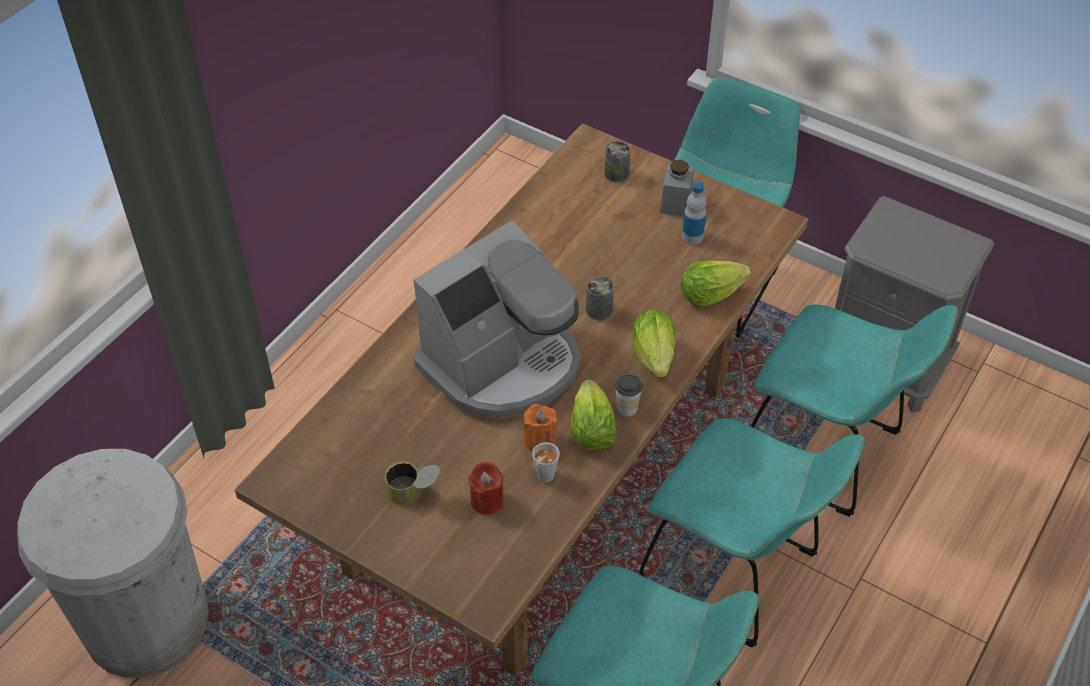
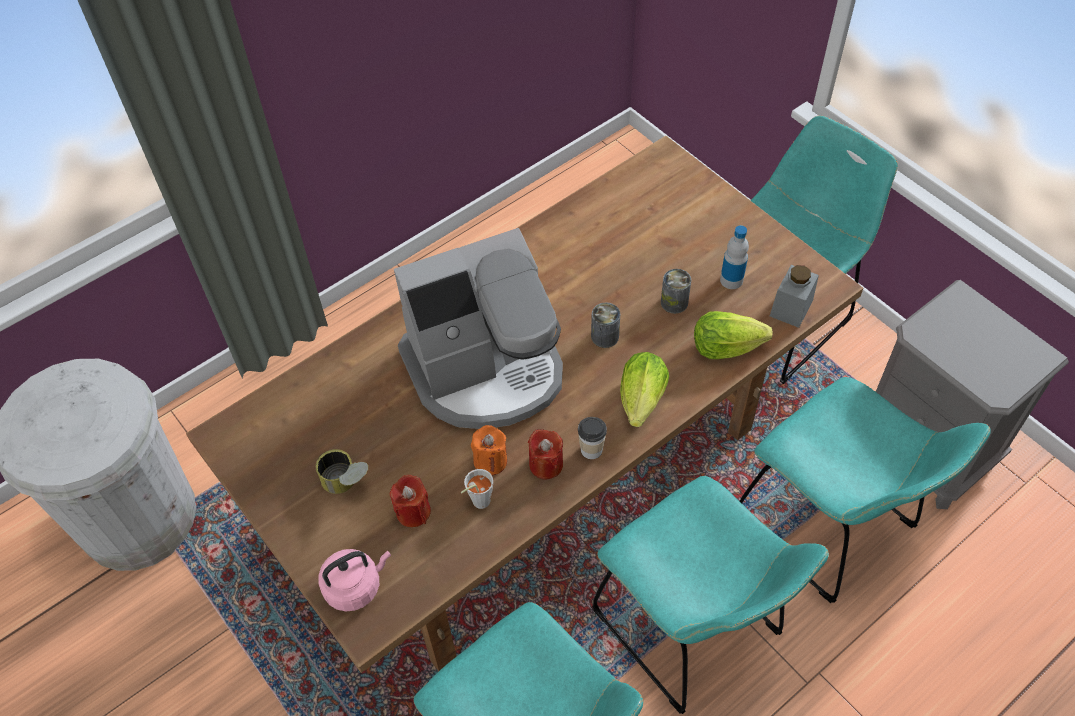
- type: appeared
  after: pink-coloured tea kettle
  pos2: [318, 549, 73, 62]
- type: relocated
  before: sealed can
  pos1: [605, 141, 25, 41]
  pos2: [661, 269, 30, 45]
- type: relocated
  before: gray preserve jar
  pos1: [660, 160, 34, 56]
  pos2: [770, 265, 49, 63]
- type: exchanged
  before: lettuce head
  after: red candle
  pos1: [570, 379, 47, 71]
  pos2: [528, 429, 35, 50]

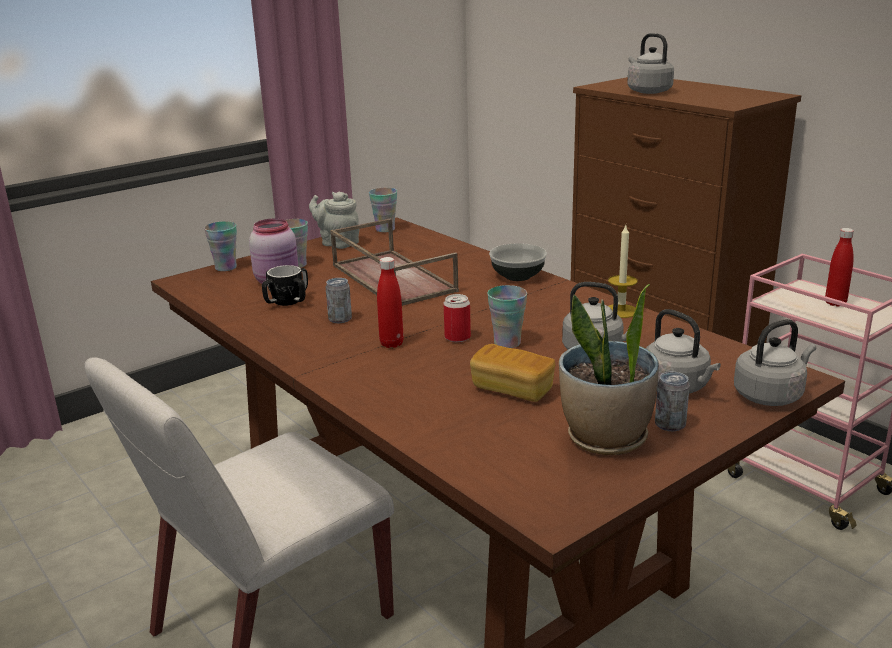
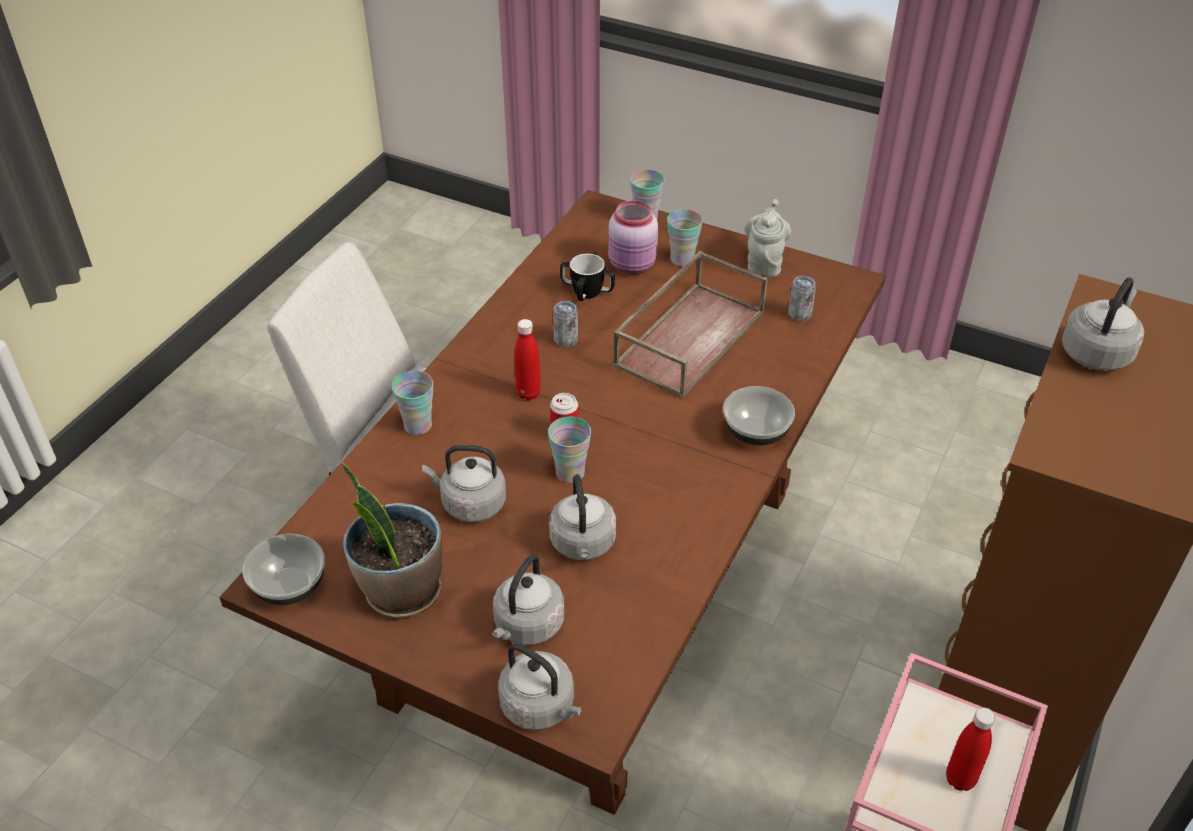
- type: missing
  before: candle
  pos1: [608, 225, 30, 93]
- type: appeared
  after: deep dish
  pos2: [243, 534, 82, 71]
- type: relocated
  before: cup
  pos1: [369, 188, 28, 44]
  pos2: [392, 371, 41, 64]
- type: relocated
  before: sealed can
  pos1: [655, 372, 35, 59]
  pos2: [788, 276, 28, 45]
- type: exchanged
  before: bread
  after: gray tea kettle
  pos1: [470, 344, 85, 58]
  pos2: [422, 445, 84, 77]

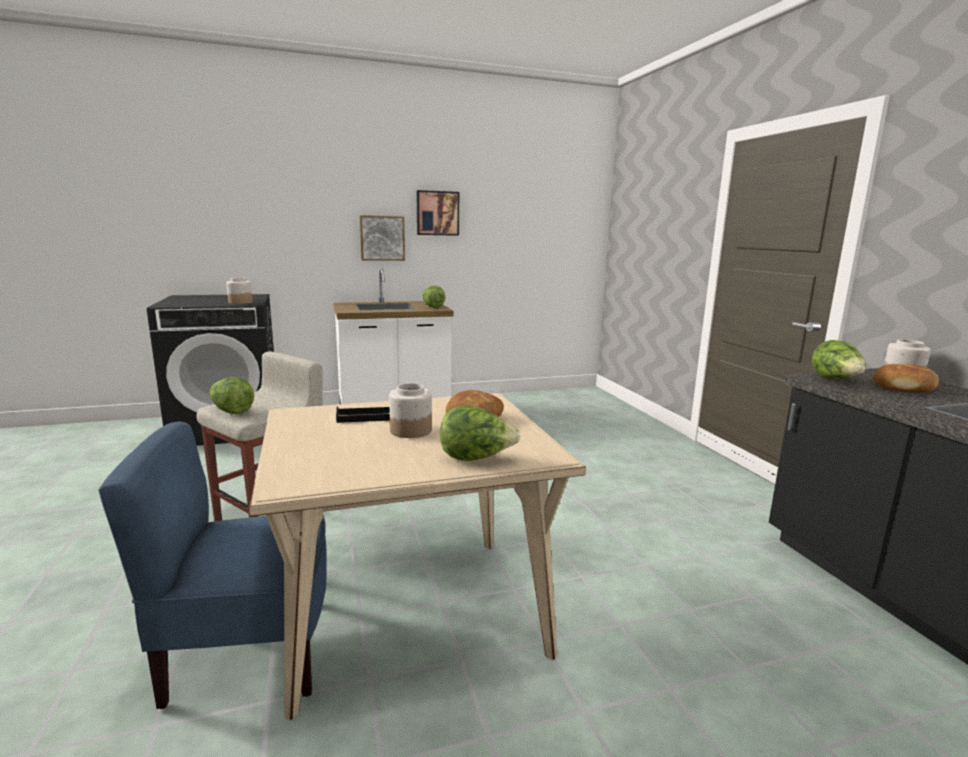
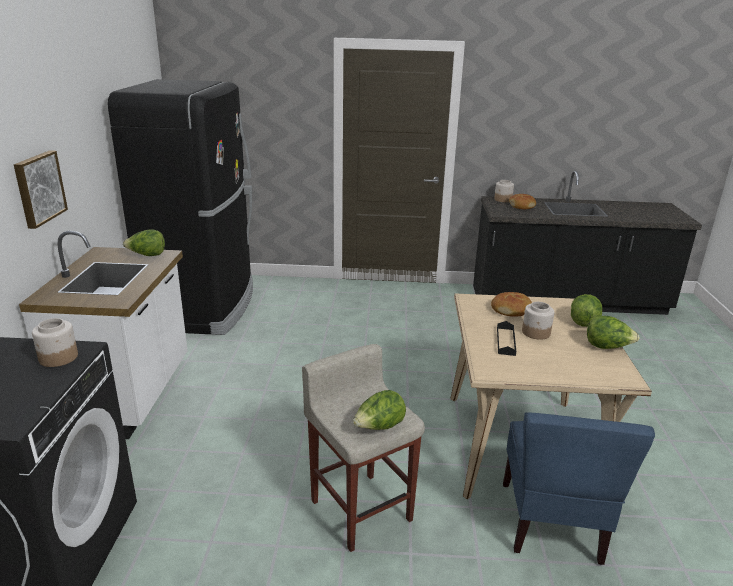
- type: missing
  before: wall art
  pos1: [417, 190, 42, 46]
- type: appeared
  after: black-coloured refrigerator
  pos2: [108, 79, 145, 256]
- type: relocated
  before: lettuce head
  pos1: [812, 340, 54, 40]
  pos2: [587, 316, 53, 33]

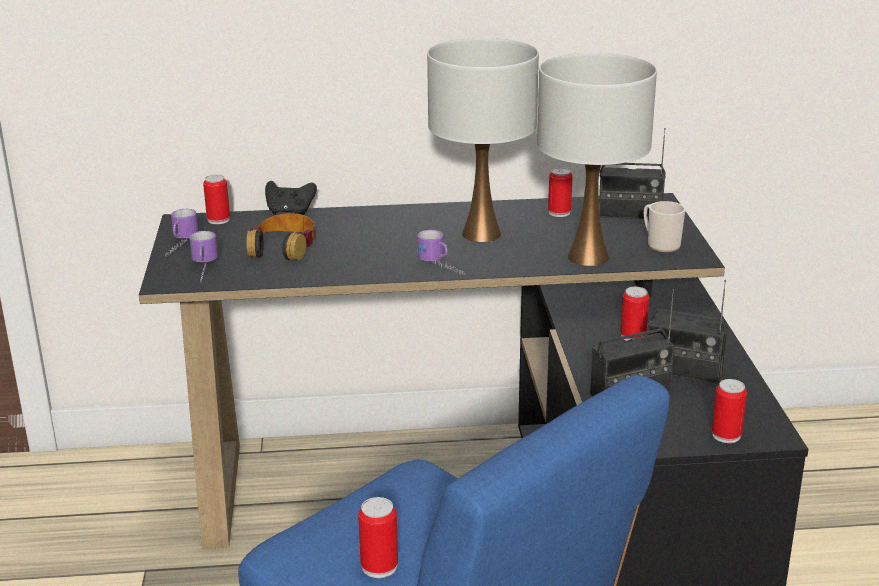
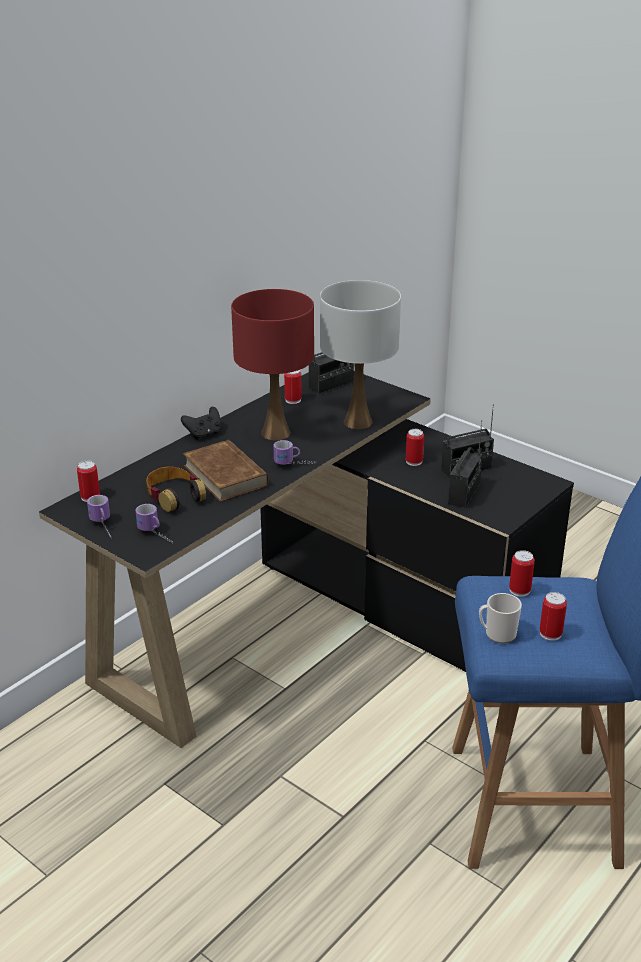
- type: appeared
  after: brown-coloured volume
  pos2: [183, 440, 86, 62]
- type: relocated
  before: black-coloured gamepad
  pos1: [265, 181, 52, 34]
  pos2: [181, 407, 40, 33]
- type: relocated
  before: mug
  pos1: [644, 201, 42, 51]
  pos2: [479, 593, 43, 51]
- type: relocated
  before: sealed can
  pos1: [712, 379, 35, 64]
  pos2: [509, 550, 26, 47]
- type: colour
  before: white lamp for a table
  after: red lamp for a table
  pos1: [427, 38, 112, 204]
  pos2: [231, 289, 83, 151]

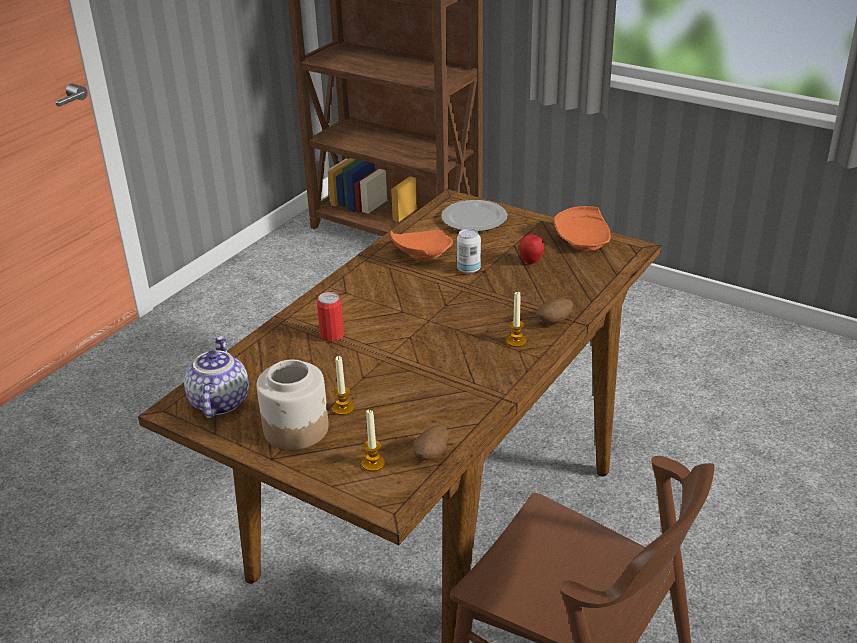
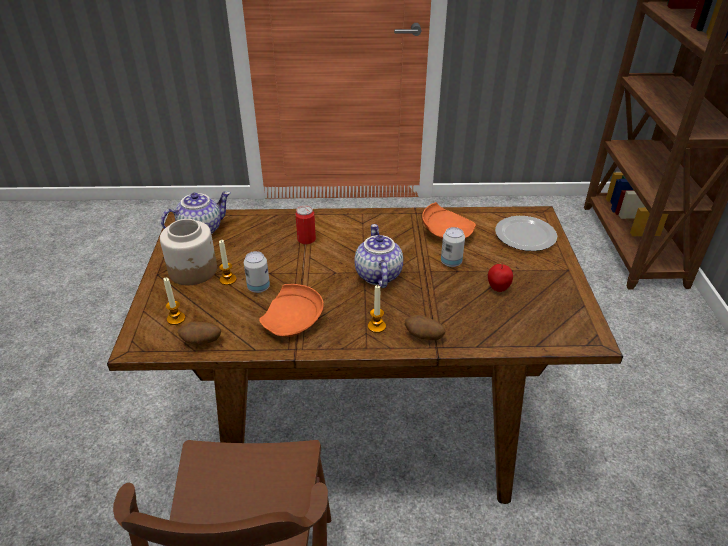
- type: appeared
  after: sealed can
  pos2: [244, 251, 26, 42]
- type: appeared
  after: tea pot
  pos2: [355, 224, 48, 64]
- type: relocated
  before: orange plate
  pos1: [553, 206, 58, 45]
  pos2: [259, 284, 65, 53]

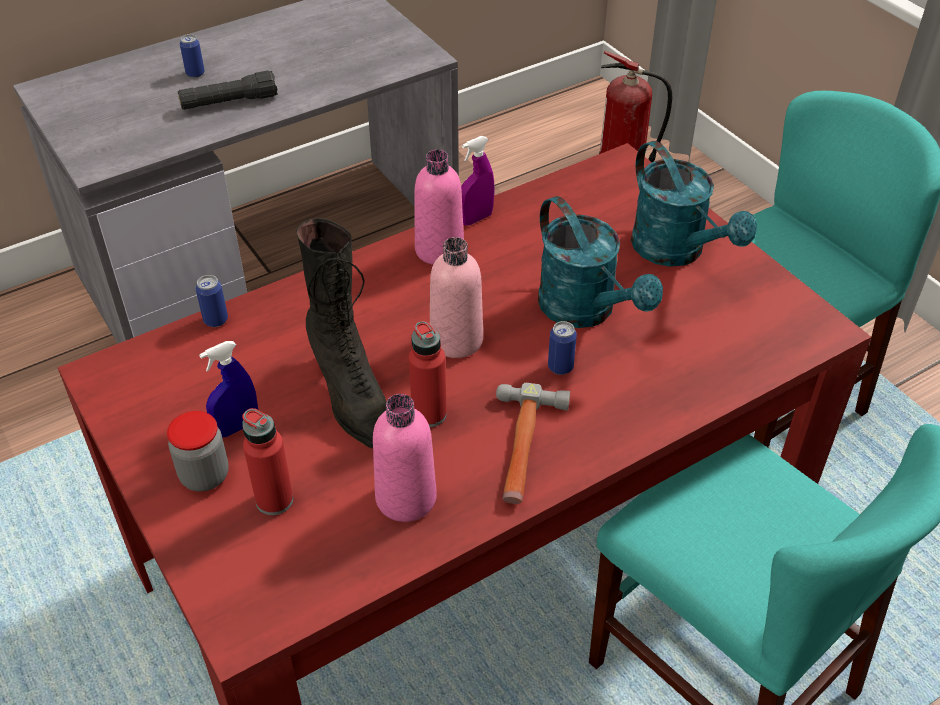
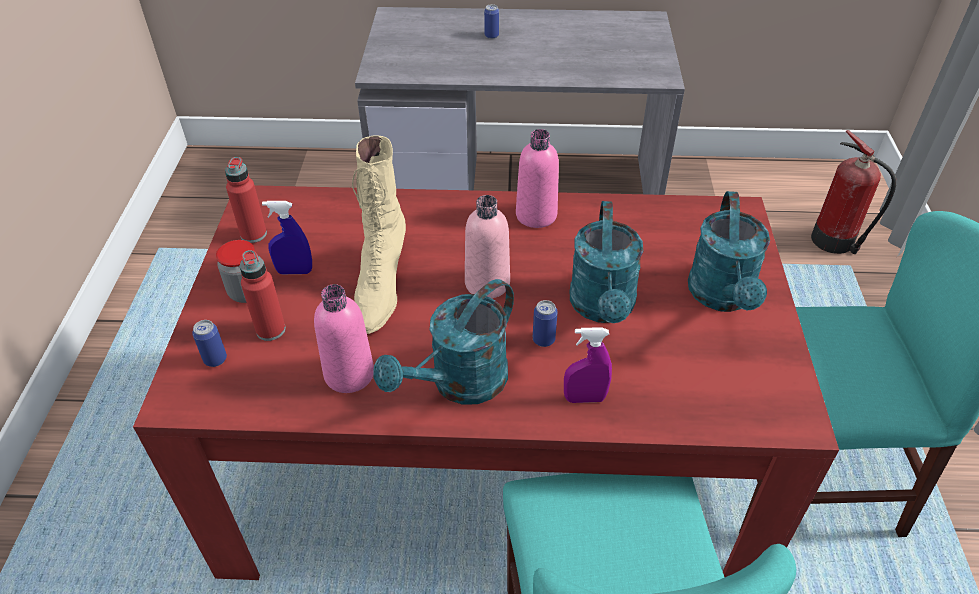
- type: missing
  before: black-coloured torch
  pos1: [178, 70, 100, 40]
- type: relocated
  before: sealed can
  pos1: [196, 275, 32, 52]
  pos2: [192, 320, 35, 47]
- type: relocated
  before: red drink bottle
  pos1: [409, 321, 38, 106]
  pos2: [225, 157, 42, 86]
- type: relocated
  before: purple-coloured sprayer
  pos1: [461, 136, 34, 90]
  pos2: [564, 327, 48, 76]
- type: exchanged
  before: hammer
  after: turquoise-coloured watering can
  pos1: [496, 383, 74, 121]
  pos2: [373, 279, 141, 126]
- type: colour
  before: black-coloured high-top boot
  after: sand-coloured high-top boot
  pos1: [296, 218, 90, 231]
  pos2: [352, 135, 54, 199]

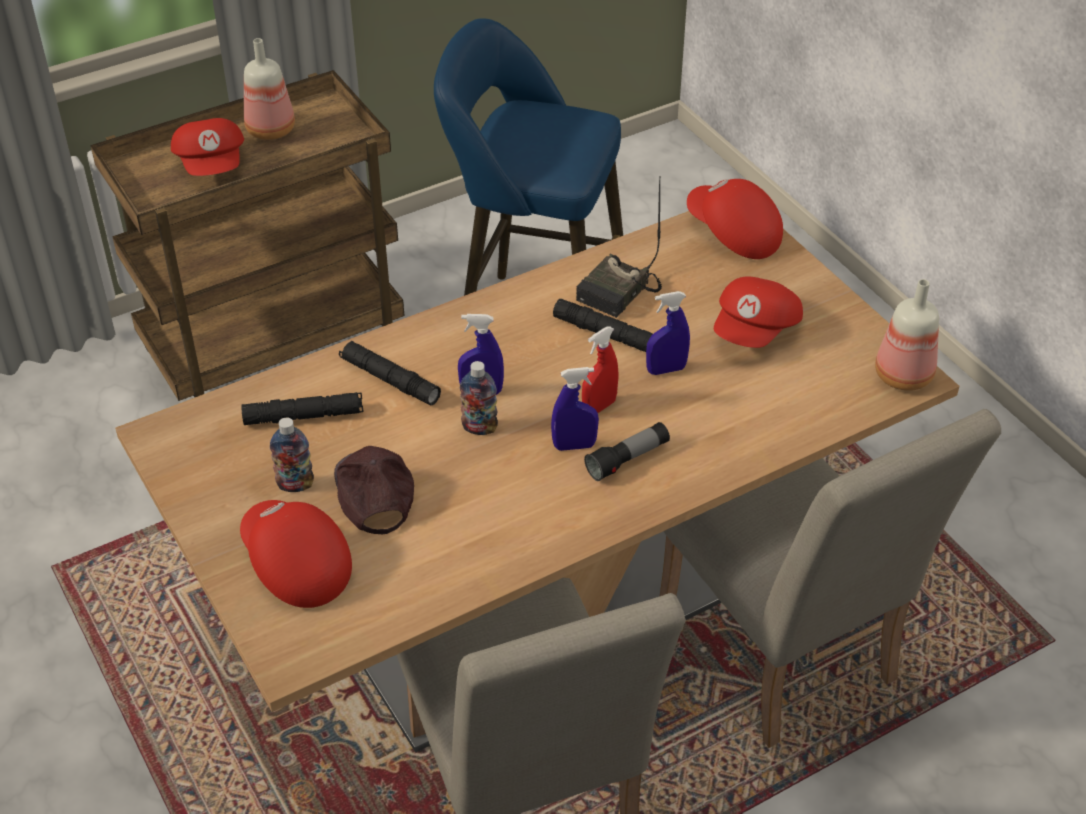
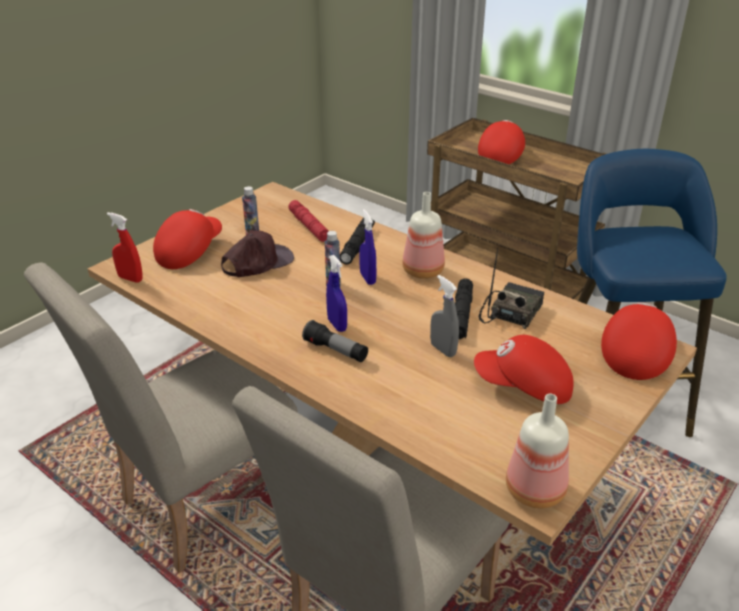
- type: relocated
  before: drink bottle
  pos1: [244, 38, 51, 102]
  pos2: [402, 192, 43, 87]
- type: relocated
  before: red sprayer
  pos1: [582, 326, 36, 87]
  pos2: [107, 212, 36, 71]
- type: colour
  before: black-coloured torch
  after: red torch
  pos1: [241, 392, 123, 33]
  pos2: [289, 200, 40, 42]
- type: colour
  before: blue sprayer
  after: gray sprayer
  pos1: [646, 291, 44, 84]
  pos2: [430, 275, 29, 82]
- type: spun
  before: red peaked cap
  pos1: [171, 118, 73, 58]
  pos2: [478, 120, 47, 44]
  turn: 150
- type: spun
  before: radio receiver
  pos1: [576, 176, 86, 142]
  pos2: [478, 248, 66, 81]
  turn: 105

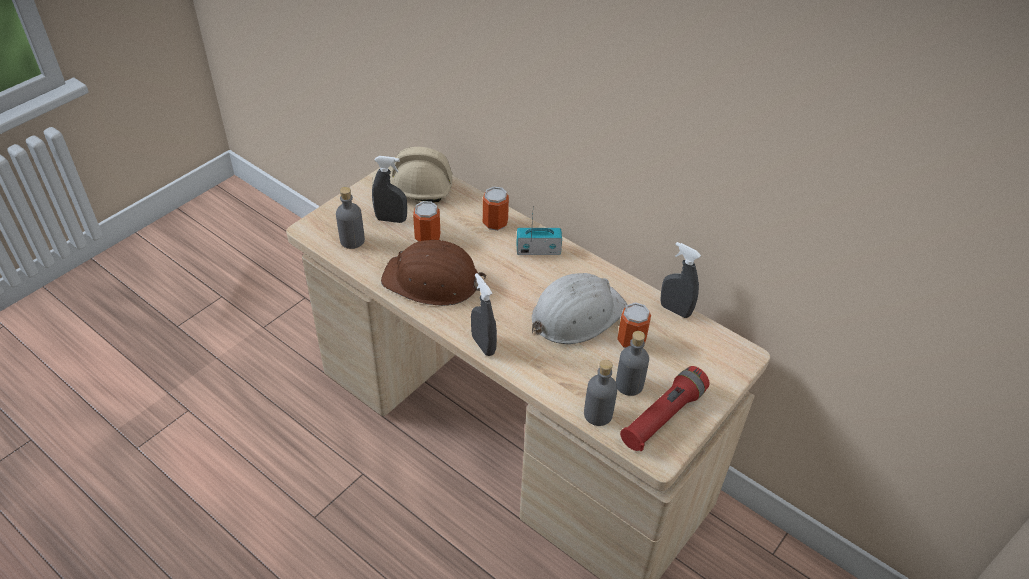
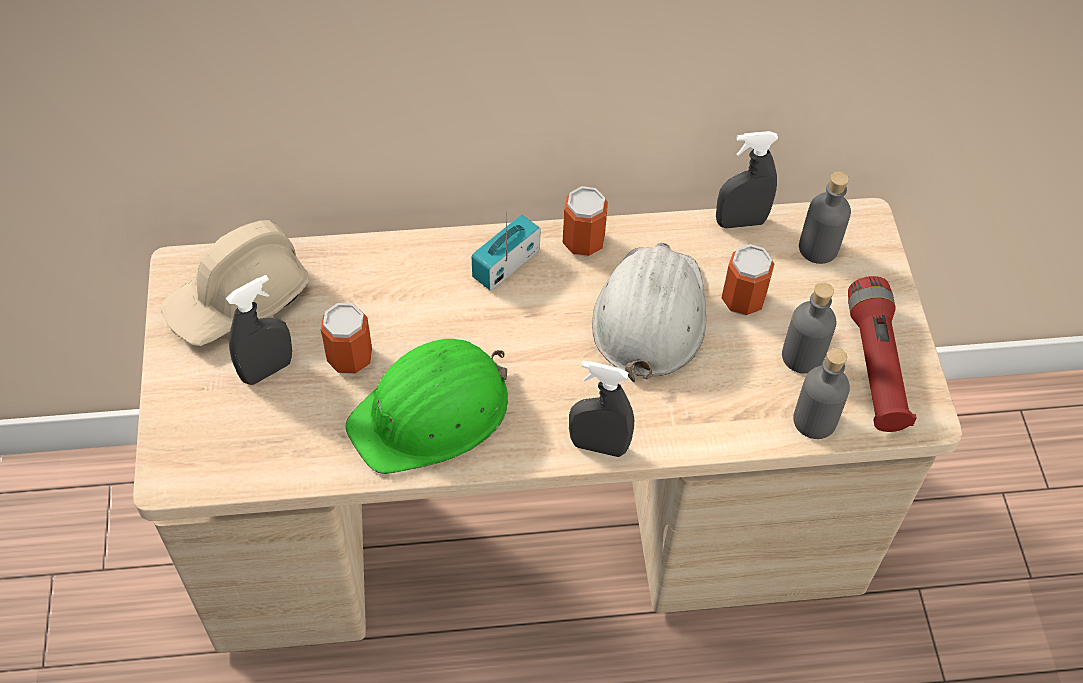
- type: relocated
  before: gray drink bottle
  pos1: [336, 187, 29, 62]
  pos2: [799, 172, 52, 92]
- type: relocated
  before: sealed can
  pos1: [483, 186, 26, 45]
  pos2: [563, 186, 45, 71]
- type: colour
  before: brown-coloured safety helmet
  after: green safety helmet
  pos1: [381, 240, 105, 66]
  pos2: [346, 339, 162, 135]

